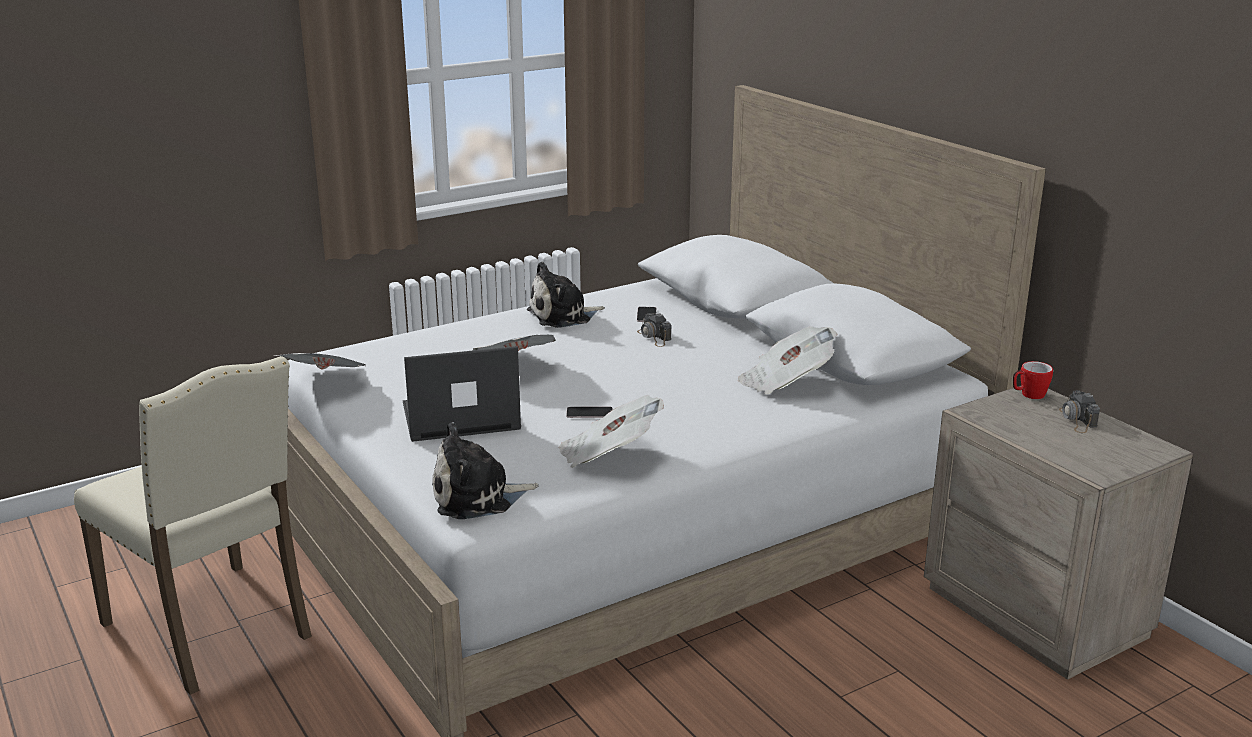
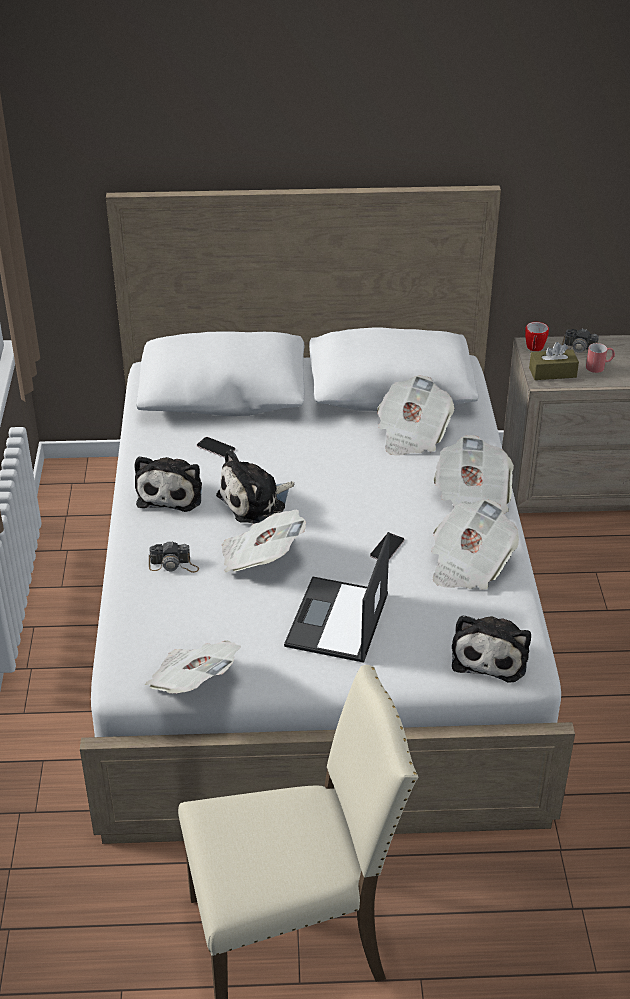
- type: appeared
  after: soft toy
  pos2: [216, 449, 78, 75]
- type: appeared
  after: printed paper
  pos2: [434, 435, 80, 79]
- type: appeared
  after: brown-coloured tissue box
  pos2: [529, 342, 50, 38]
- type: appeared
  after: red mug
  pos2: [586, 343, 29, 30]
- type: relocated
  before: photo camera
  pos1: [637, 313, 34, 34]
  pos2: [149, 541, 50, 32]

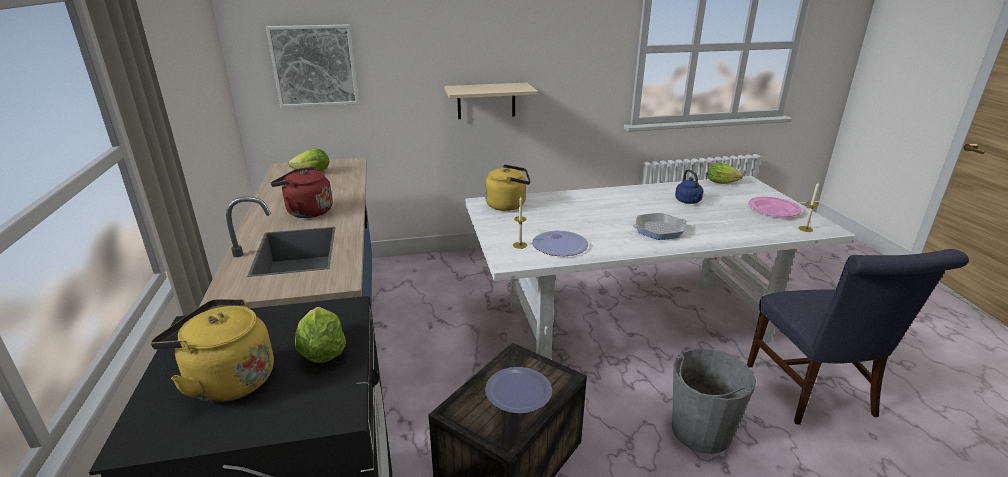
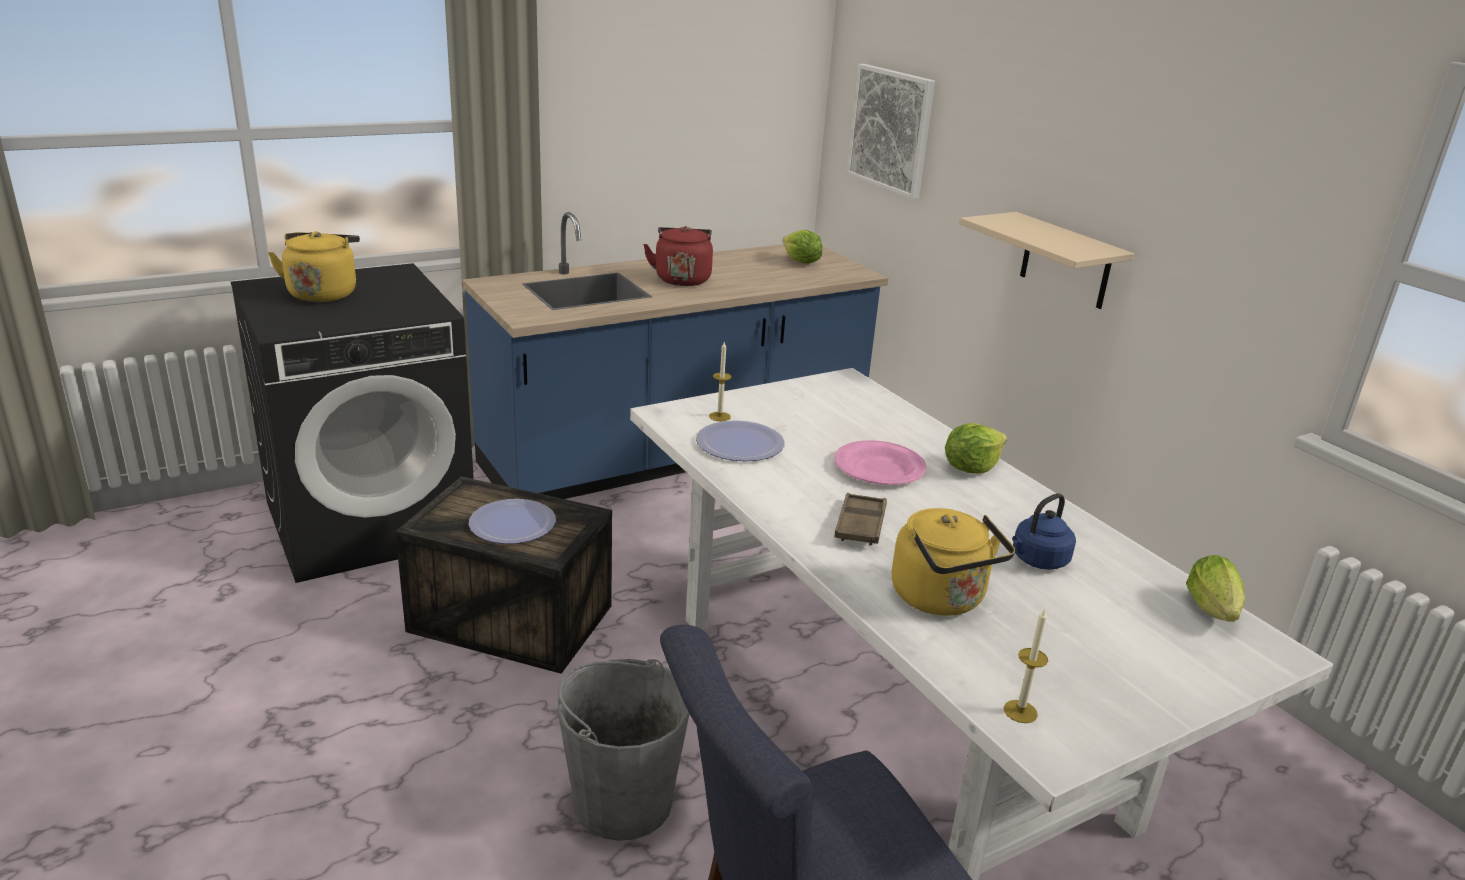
- type: relocated
  before: lettuce head
  pos1: [295, 307, 51, 56]
  pos2: [945, 423, 62, 51]
- type: relocated
  before: yellow-coloured tea kettle
  pos1: [485, 164, 46, 47]
  pos2: [892, 508, 123, 108]
- type: relocated
  before: pink-coloured plate
  pos1: [748, 197, 54, 20]
  pos2: [834, 440, 92, 45]
- type: exchanged
  before: pan
  after: brown-coloured carrying tray
  pos1: [633, 213, 54, 27]
  pos2: [835, 493, 52, 53]

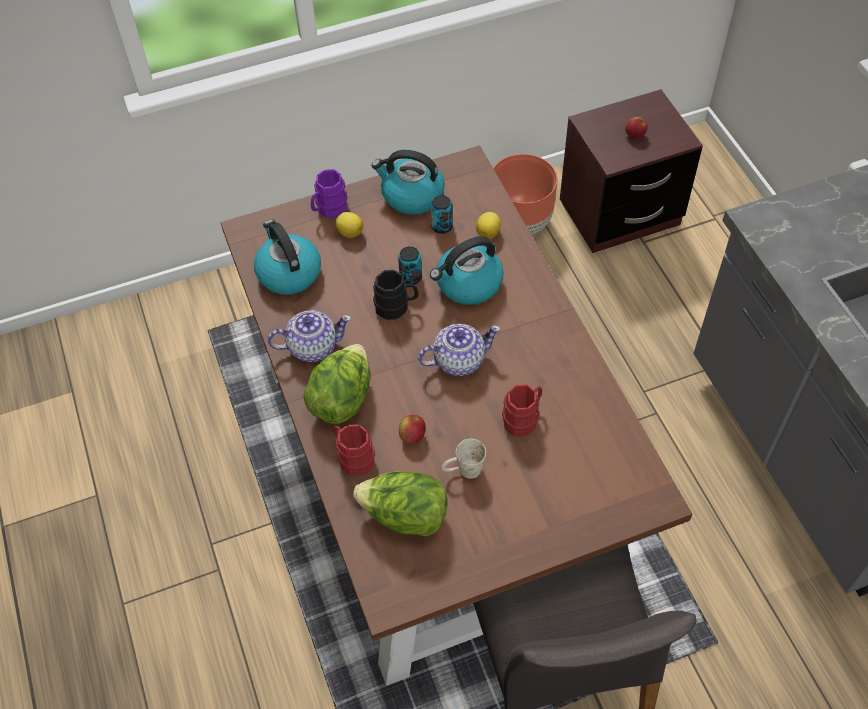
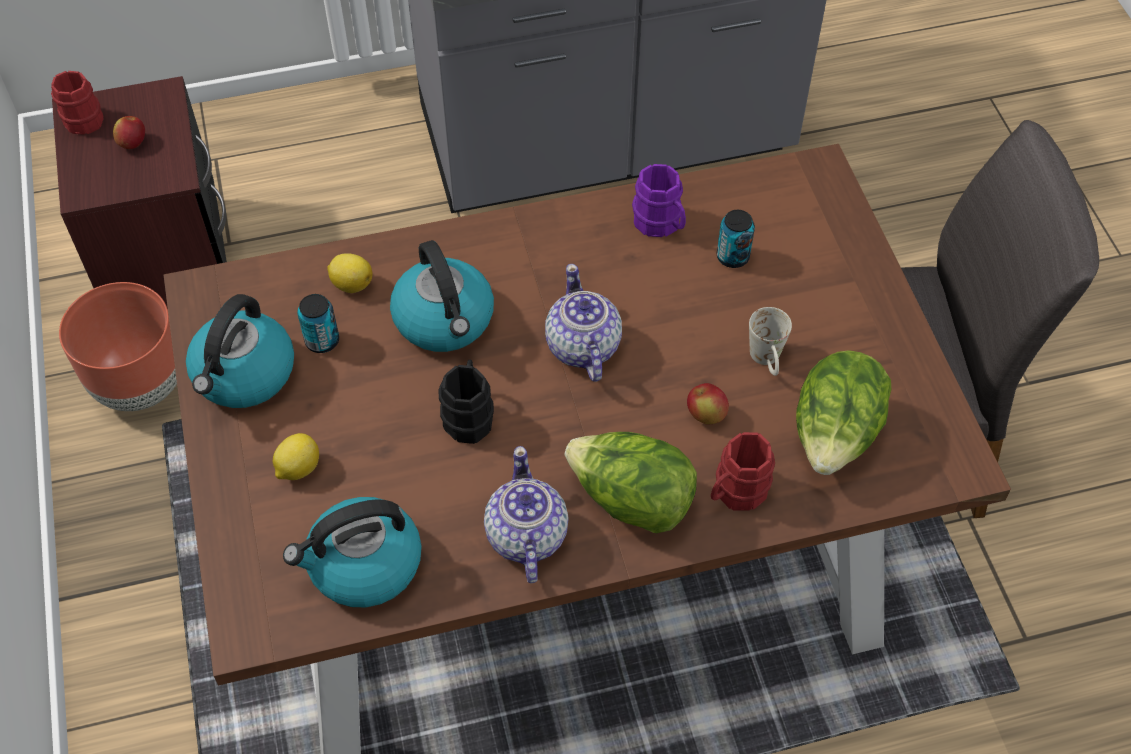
- type: relocated
  before: purple-coloured mug
  pos1: [311, 169, 37, 49]
  pos2: [632, 164, 54, 73]
- type: relocated
  before: sealed can
  pos1: [398, 246, 24, 39]
  pos2: [717, 210, 38, 58]
- type: relocated
  before: red mug
  pos1: [502, 384, 40, 52]
  pos2: [51, 71, 52, 64]

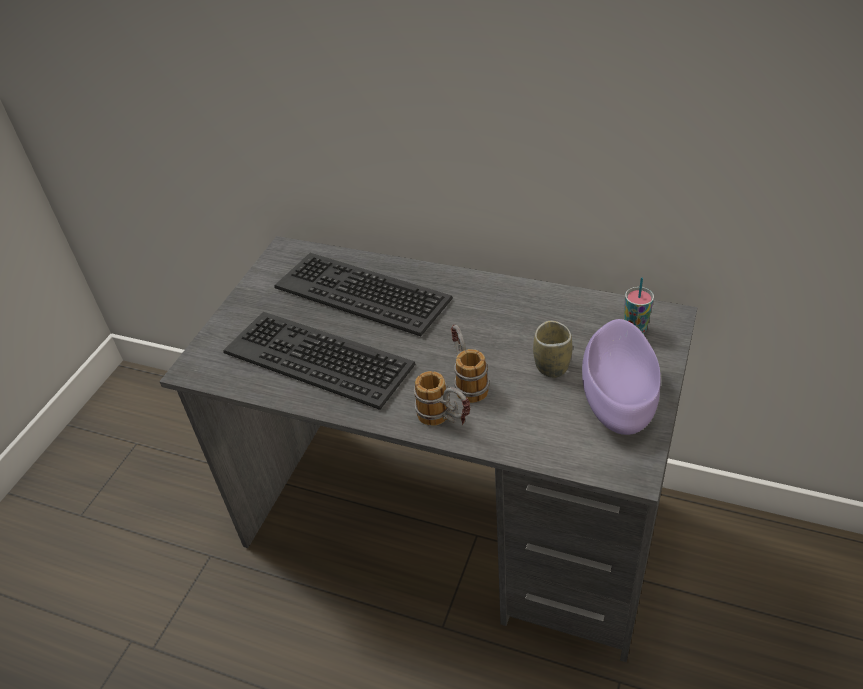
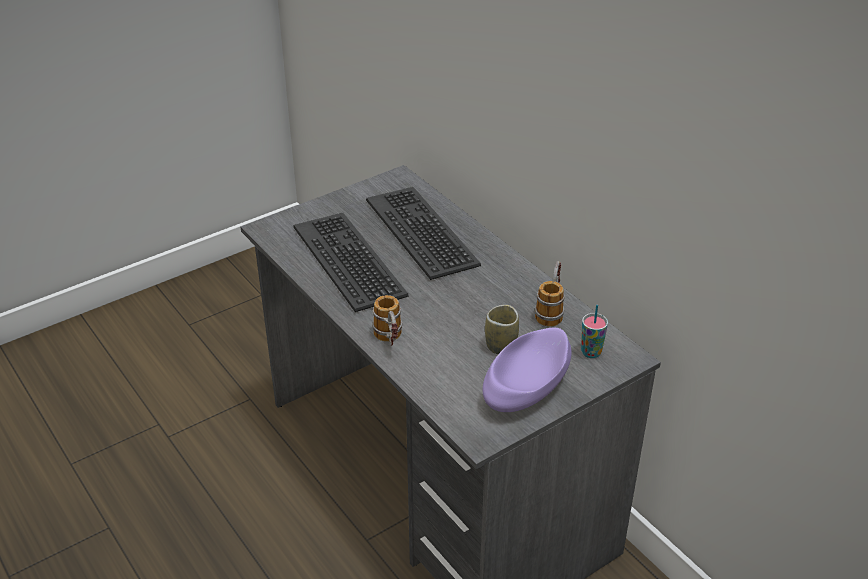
- type: relocated
  before: mug
  pos1: [451, 325, 38, 78]
  pos2: [535, 261, 30, 66]

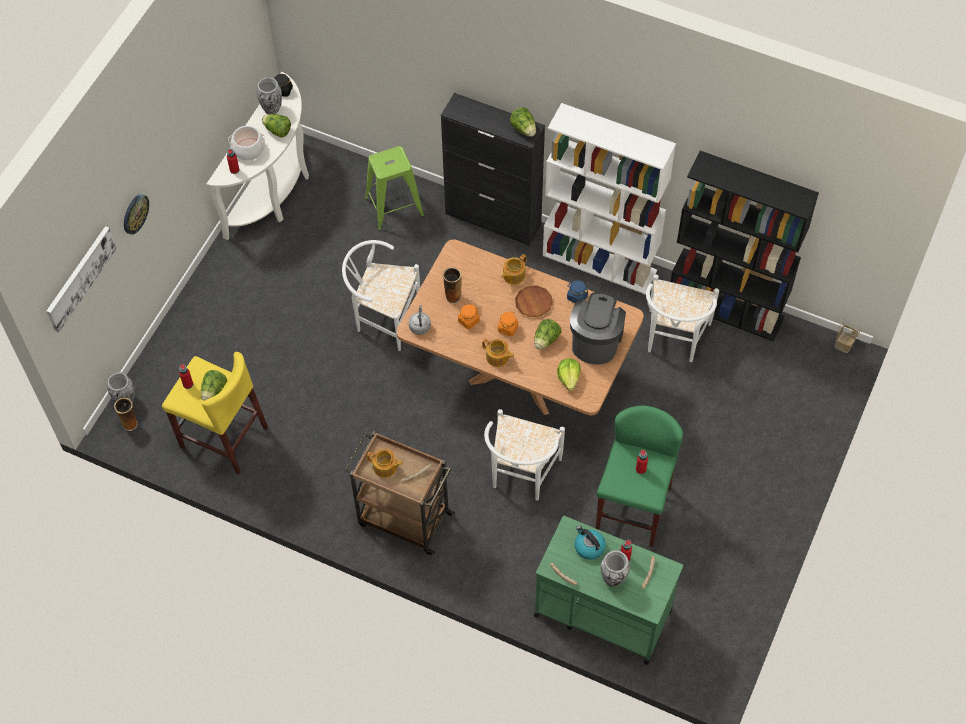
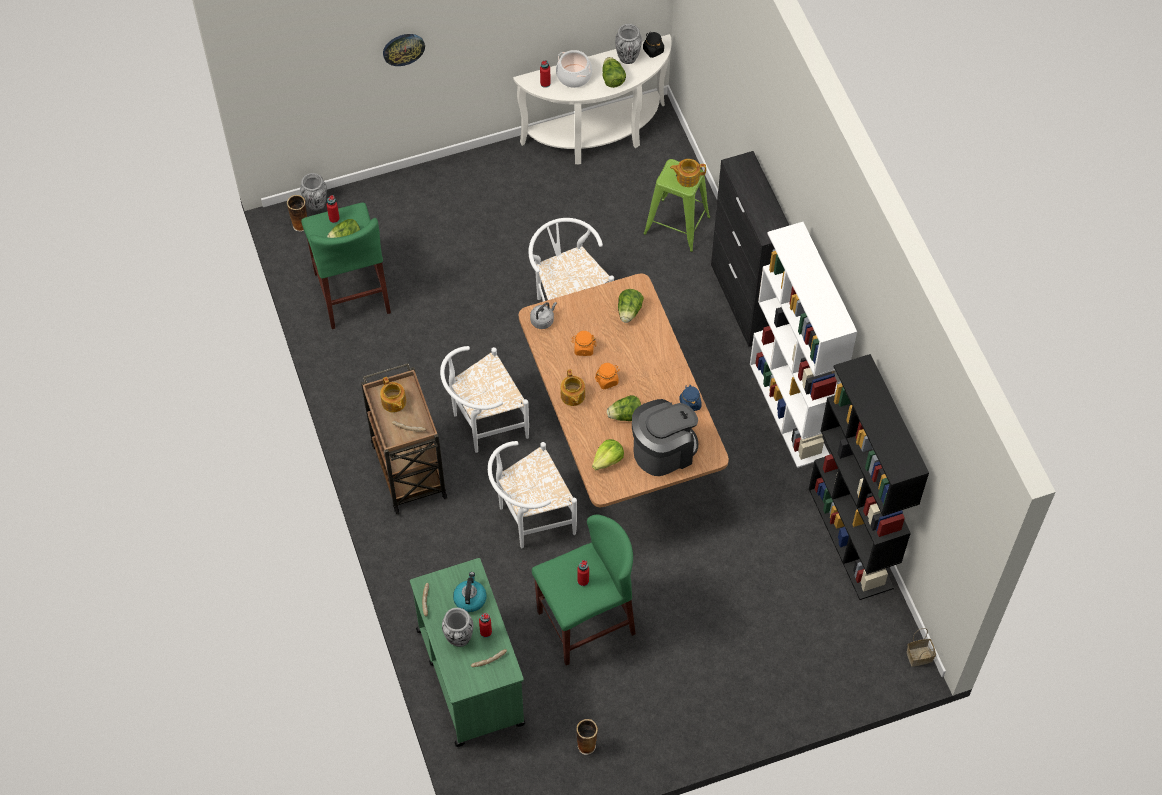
- type: missing
  before: wall art
  pos1: [46, 226, 71, 106]
- type: missing
  before: brown-coloured plate
  pos1: [515, 285, 38, 32]
- type: relocated
  before: decorative vase
  pos1: [443, 267, 19, 37]
  pos2: [576, 719, 22, 36]
- type: relocated
  before: tea pot
  pos1: [502, 254, 25, 31]
  pos2: [670, 159, 36, 28]
- type: relocated
  before: lettuce head
  pos1: [510, 107, 26, 30]
  pos2: [618, 289, 26, 34]
- type: relocated
  before: white chair
  pos1: [646, 274, 73, 88]
  pos2: [440, 346, 89, 107]
- type: colour
  before: yellow-coloured stool
  after: green stool
  pos1: [162, 352, 106, 122]
  pos2: [301, 203, 90, 126]

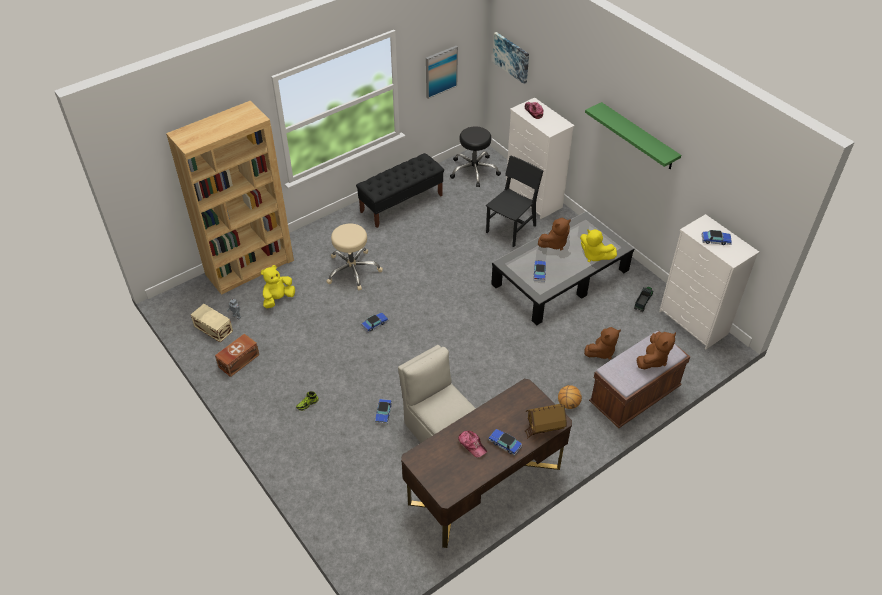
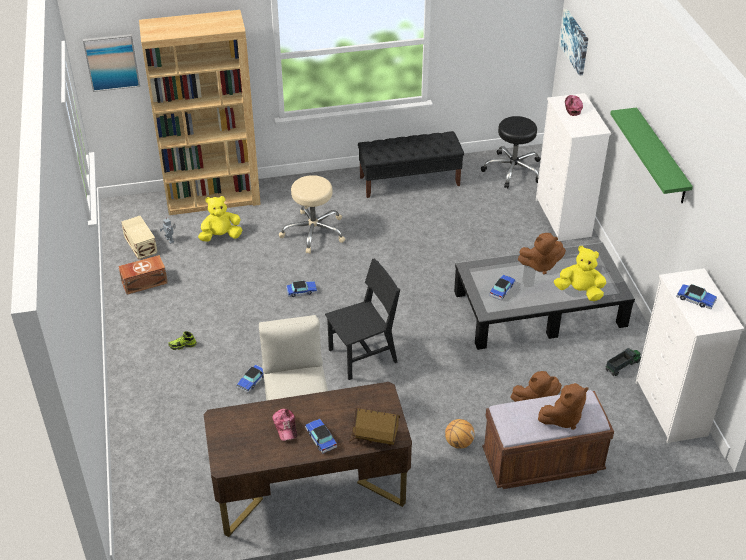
- type: relocated
  before: wall art
  pos1: [426, 46, 32, 53]
  pos2: [83, 34, 57, 58]
- type: relocated
  before: black-coloured chair
  pos1: [486, 155, 57, 92]
  pos2: [325, 259, 75, 121]
- type: spun
  before: yellow-coloured soft toy
  pos1: [580, 229, 37, 33]
  pos2: [554, 246, 52, 55]
  turn: 135

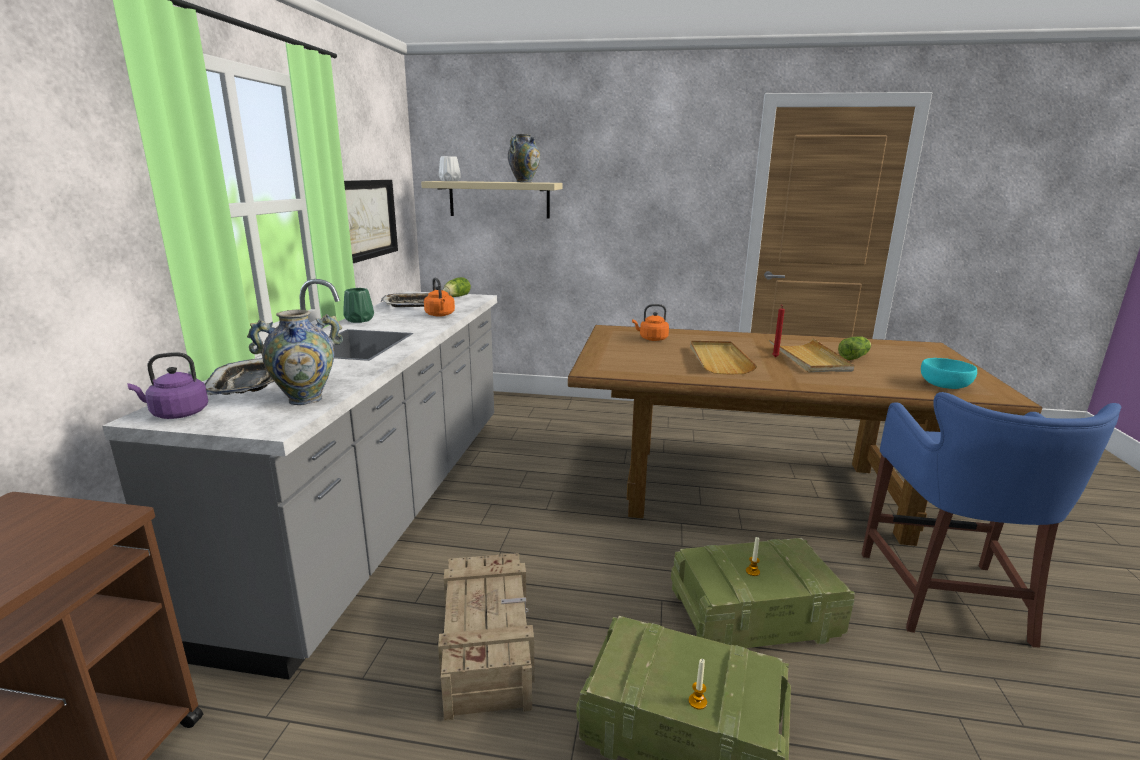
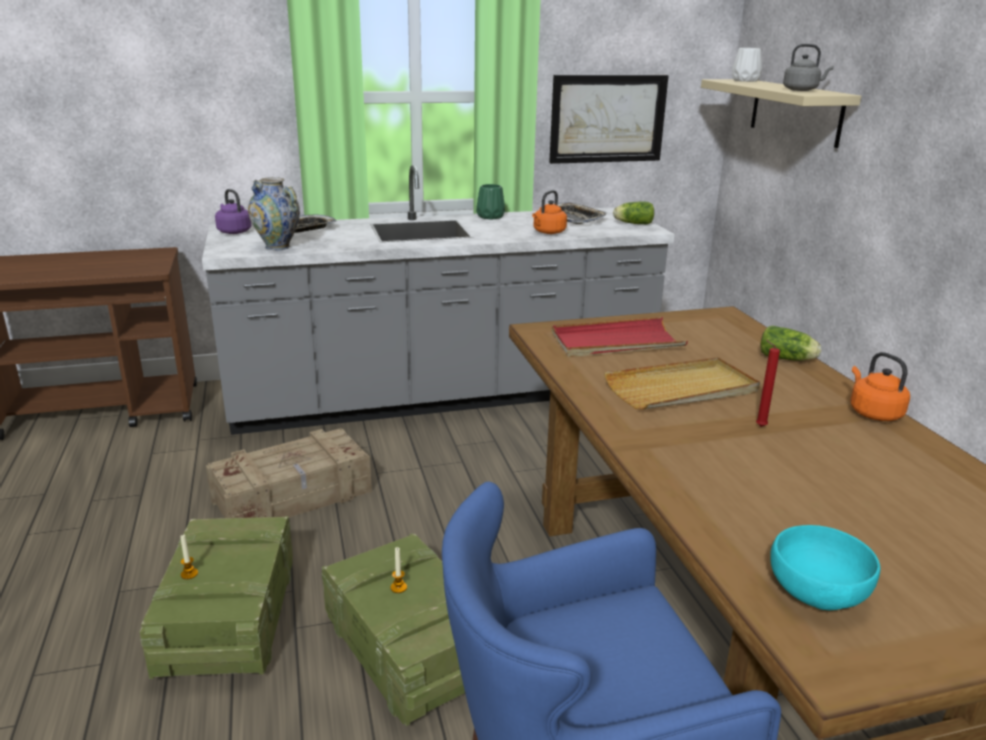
- type: missing
  before: sand-coloured carrying tray
  pos1: [769, 339, 86, 34]
- type: appeared
  after: red carrying tray
  pos2: [552, 317, 136, 40]
- type: relocated
  before: orange tea kettle
  pos1: [632, 304, 37, 37]
  pos2: [851, 352, 59, 69]
- type: relocated
  before: lettuce head
  pos1: [838, 336, 33, 24]
  pos2: [760, 326, 61, 35]
- type: exchanged
  before: decorative vase
  after: gray tea kettle
  pos1: [508, 134, 32, 48]
  pos2: [783, 44, 51, 47]

